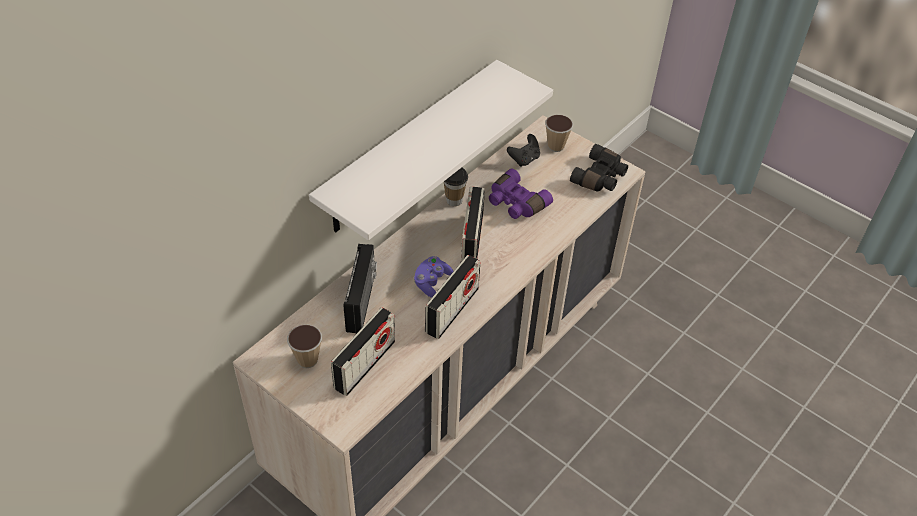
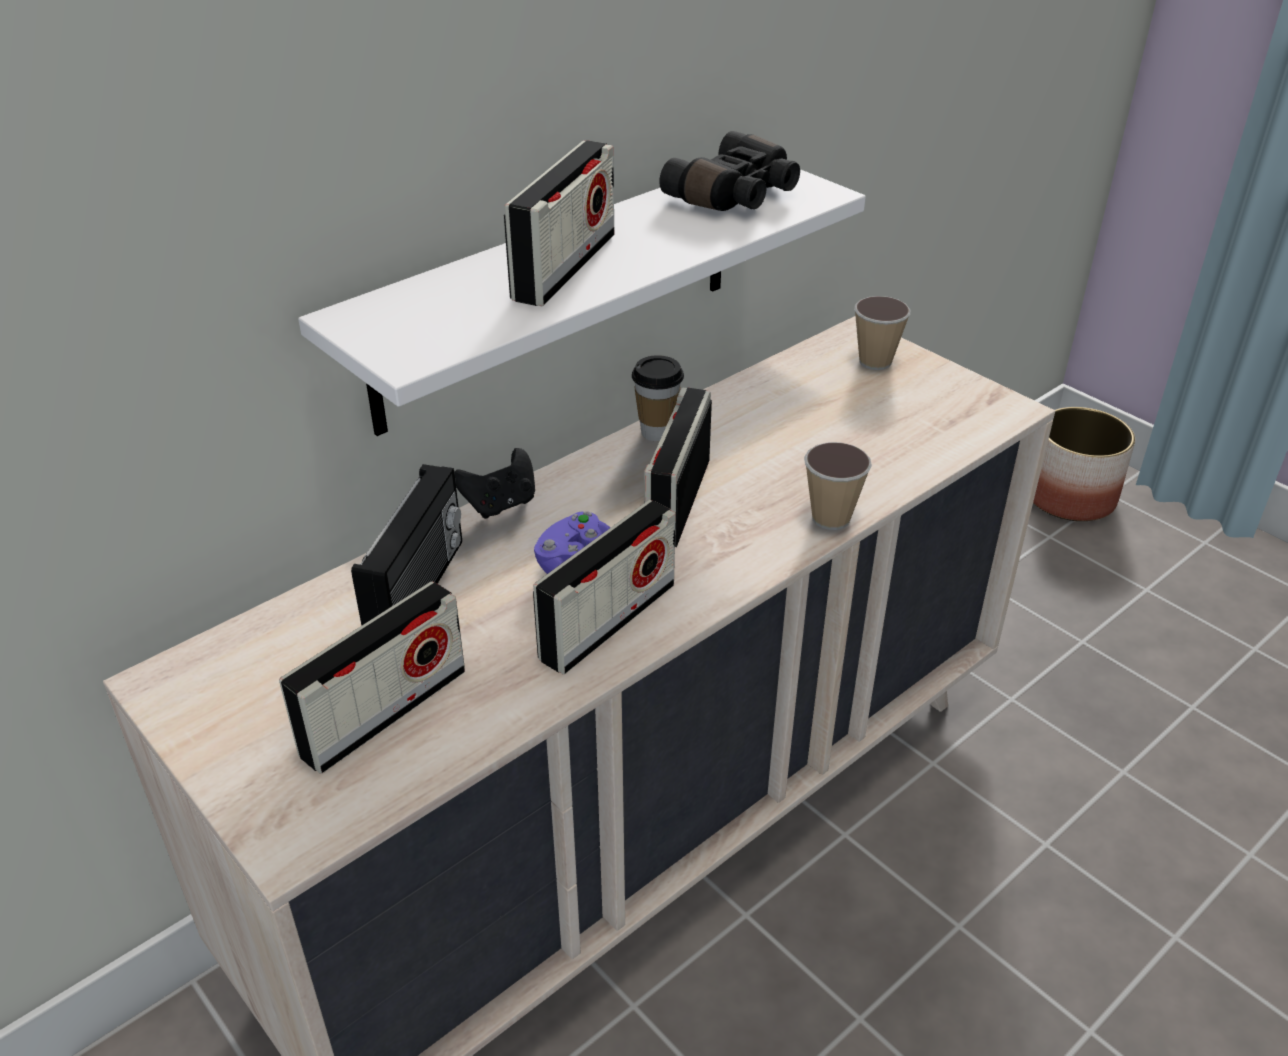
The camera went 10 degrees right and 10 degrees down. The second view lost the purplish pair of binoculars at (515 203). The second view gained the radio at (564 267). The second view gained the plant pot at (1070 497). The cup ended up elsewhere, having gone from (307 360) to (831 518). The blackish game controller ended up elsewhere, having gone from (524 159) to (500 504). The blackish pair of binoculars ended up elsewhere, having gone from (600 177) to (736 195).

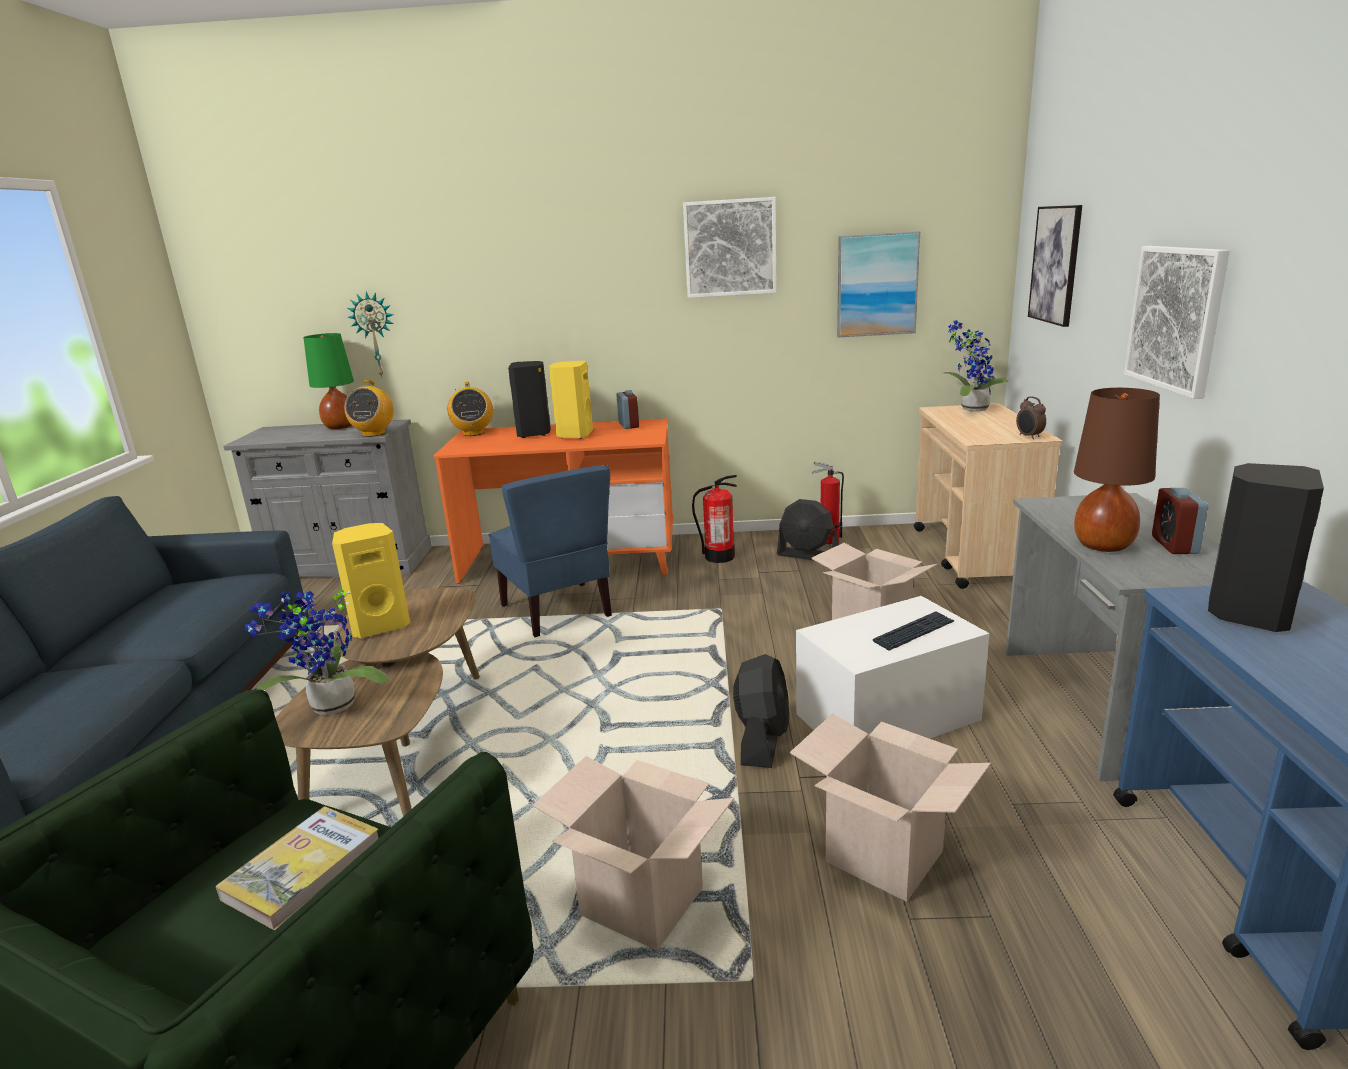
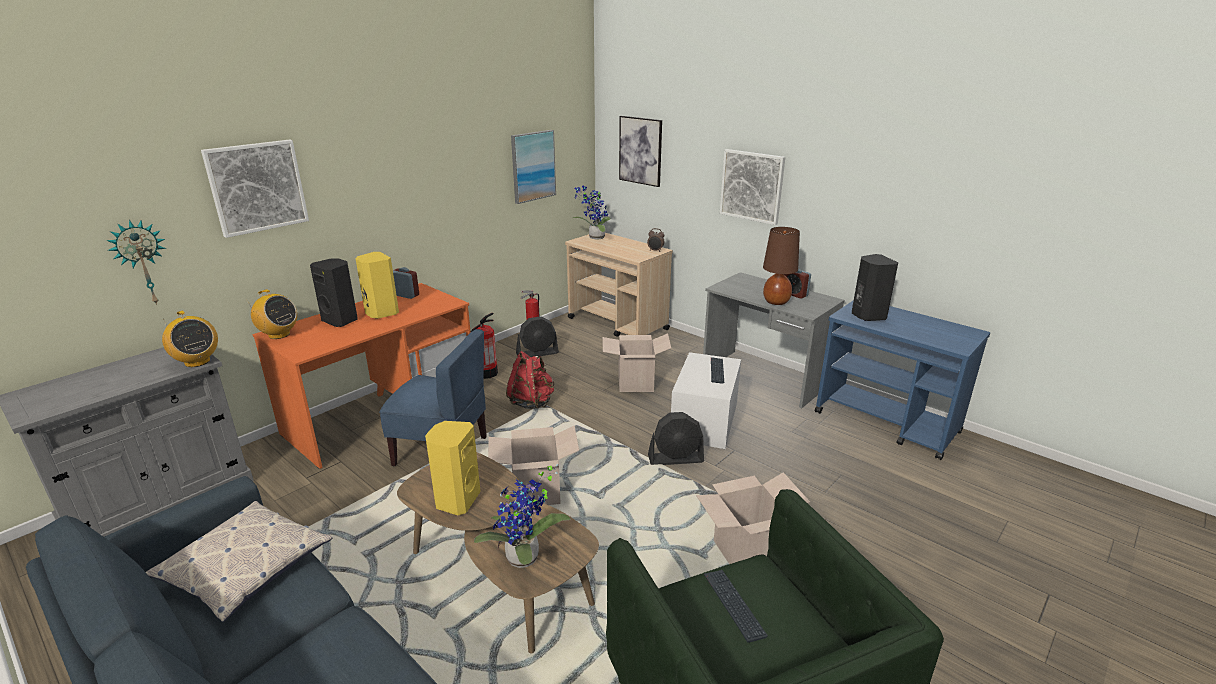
The camera went 50 degrees left and 5 degrees up. The second view lost the greenish table lamp at (340 427). The second view gained the cushion at (245 567). The second view gained the red-coloured backpack at (532 402). The wall art ended up elsewhere, having gone from (730 248) to (257 187). The packing box ended up elsewhere, having gone from (884 856) to (536 493). Where the volume stood at (303 870), the computer keyboard came to stand at (733 605). The blackish electric fan at (762 740) ended up facing another way, 120 degrees clockwise from before.

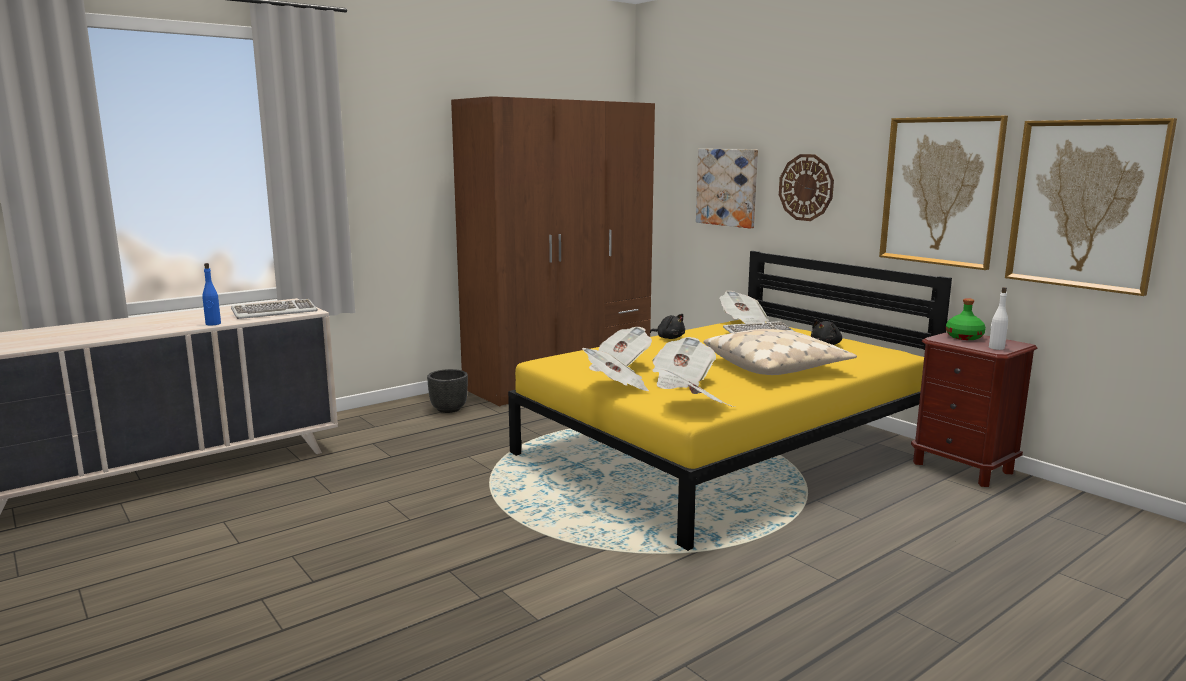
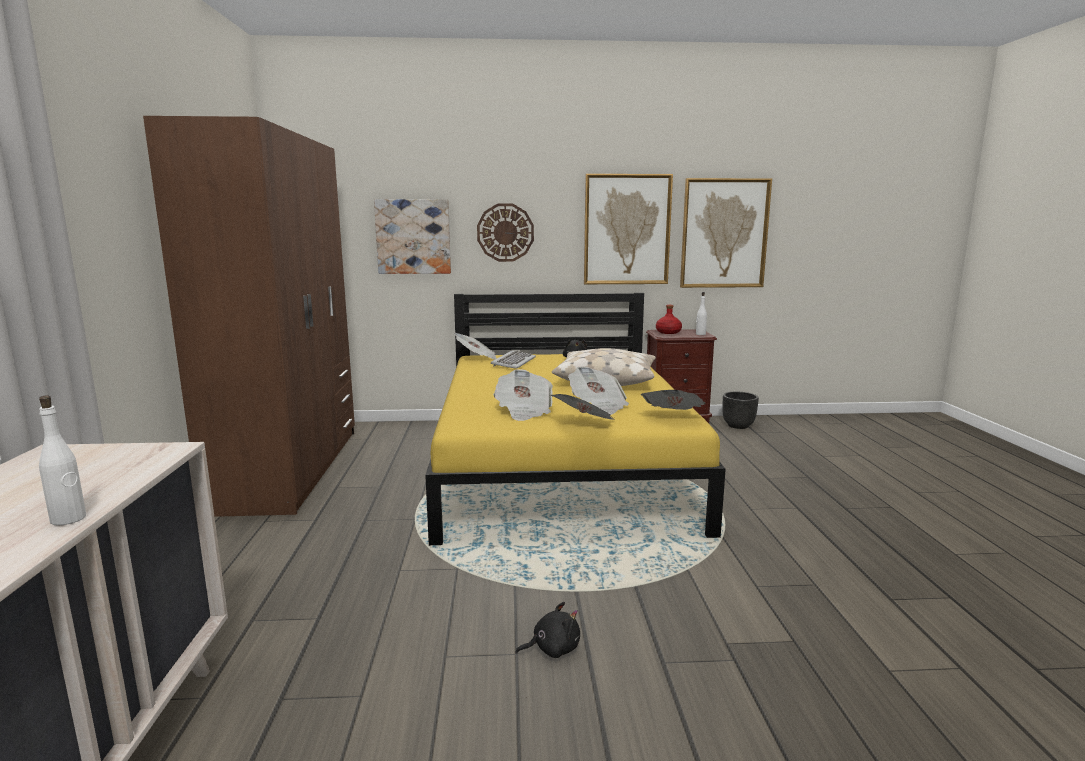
The camera went 55 degrees left and 0 degrees up. The second view lost the computer keyboard at (275 312). The blackish plant pot ended up elsewhere, having gone from (449 409) to (738 426). The blackish cuddly toy ended up elsewhere, having gone from (669 338) to (552 648). What was the blue-coloured bottle at (213 324) turned into the whitish bottle at (69 519). What was the greenish bottle at (964 337) turned into the red-coloured bottle at (668 332).

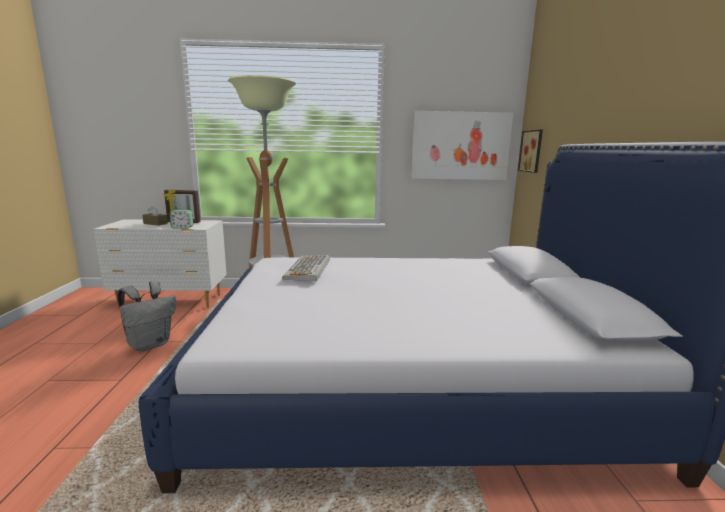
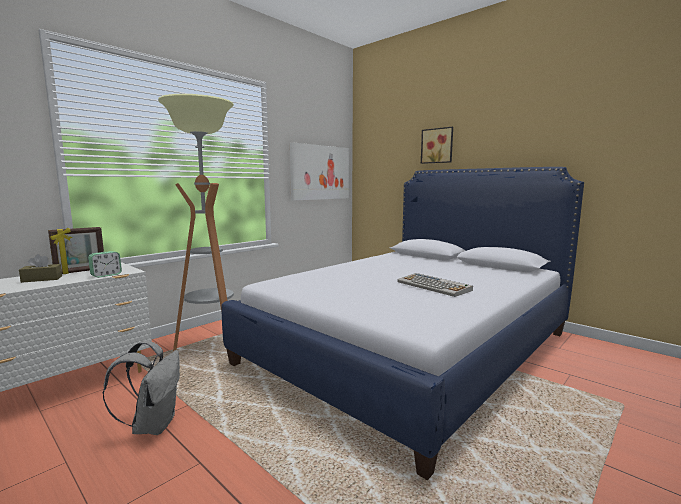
The camera went 45 degrees left and 5 degrees down. The computer keyboard ended up elsewhere, having gone from (308 269) to (434 286). The wall art ended up elsewhere, having gone from (532 151) to (437 146).

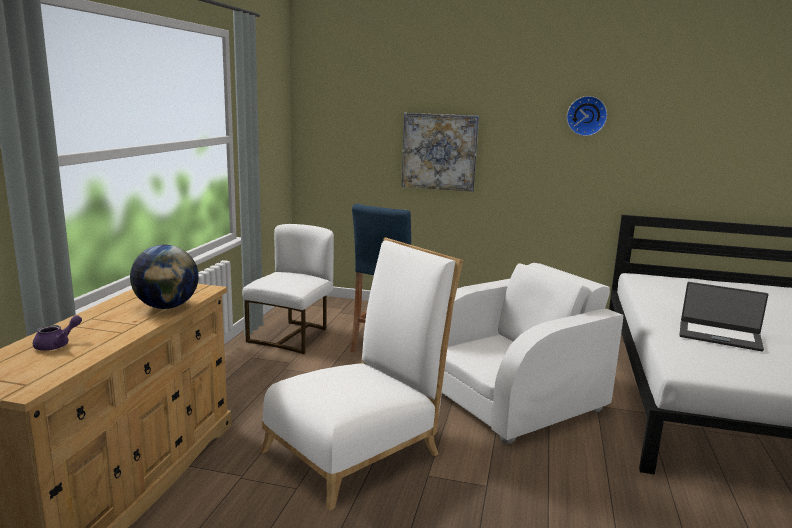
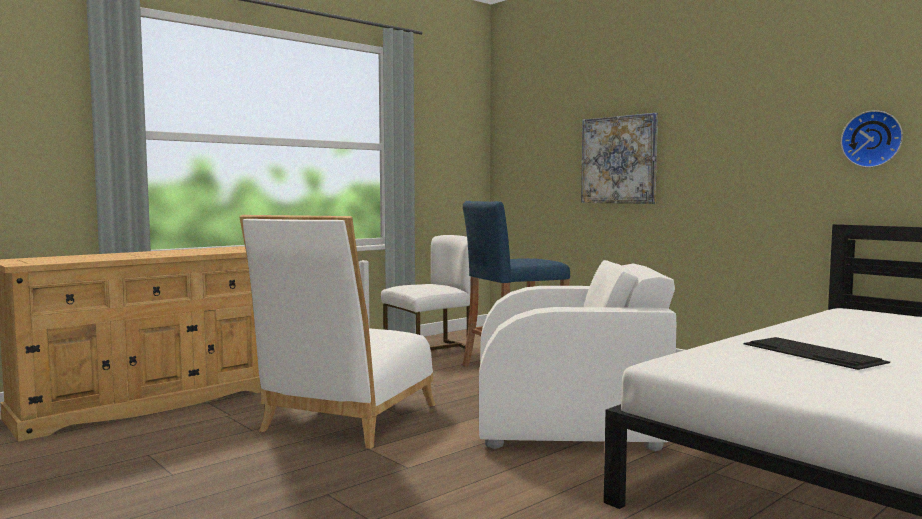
The camera went 35 degrees right and 10 degrees down. The second view lost the purplish tea pot at (57 345). The second view lost the globe at (167 307). The hanging clock ended up elsewhere, having gone from (586 116) to (872 139). Where the portable computer stood at (719 336), the computer keyboard came to stand at (814 353). The whitish upright chair at (359 448) ended up facing another way, 120 degrees clockwise from before.

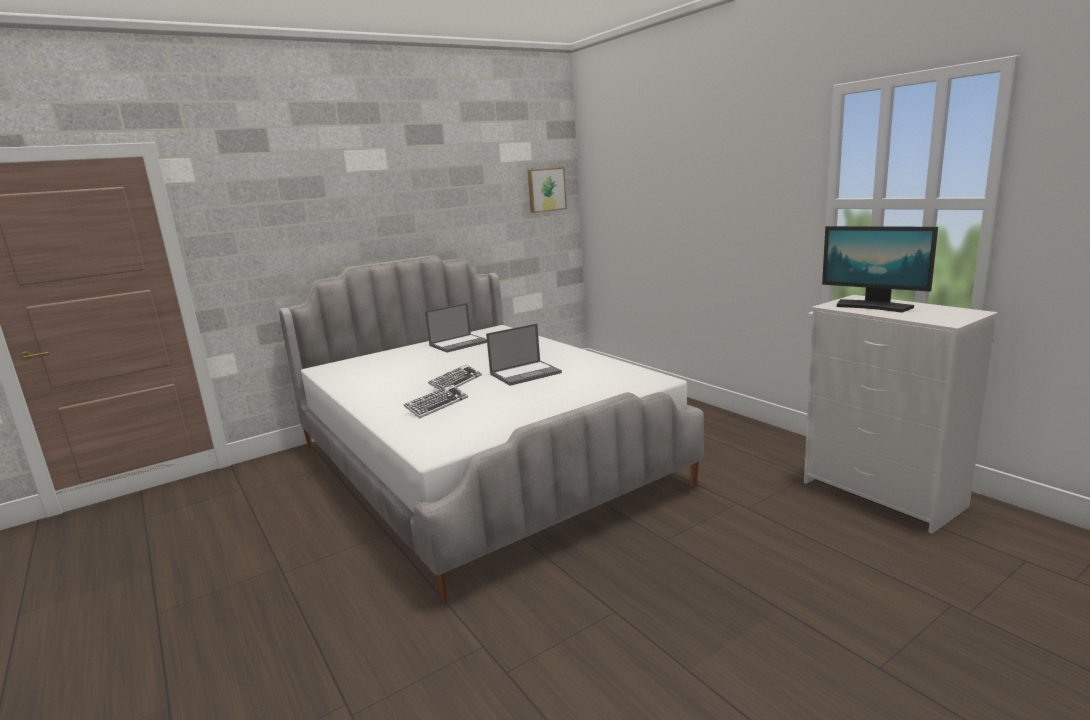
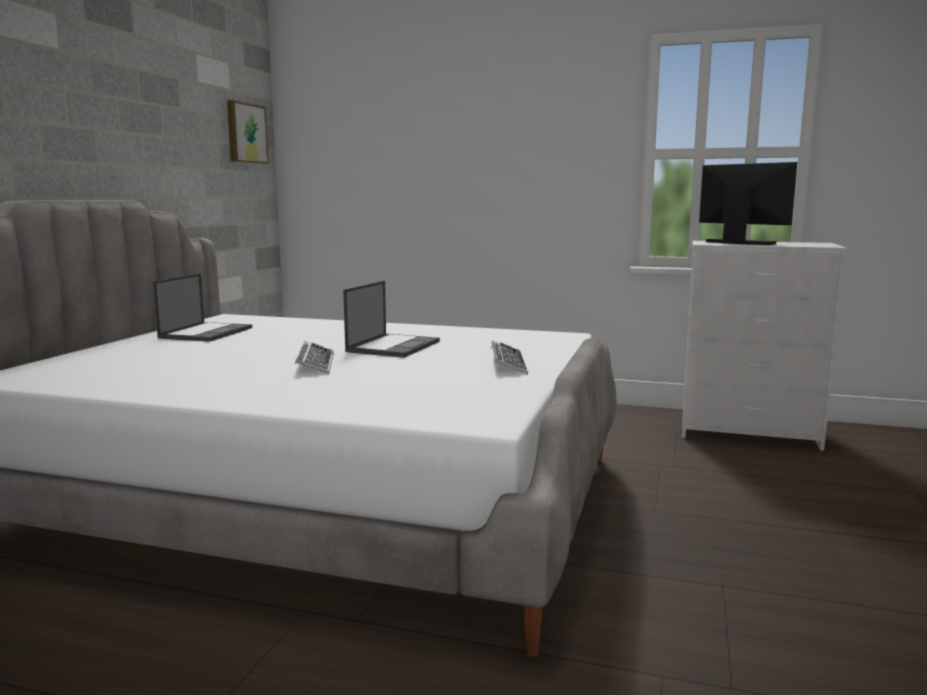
The camera went 40 degrees left and 5 degrees down. The computer keyboard ended up elsewhere, having gone from (437 405) to (508 363). The computer screen at (873 306) ended up facing another way, 135 degrees counterclockwise from before.

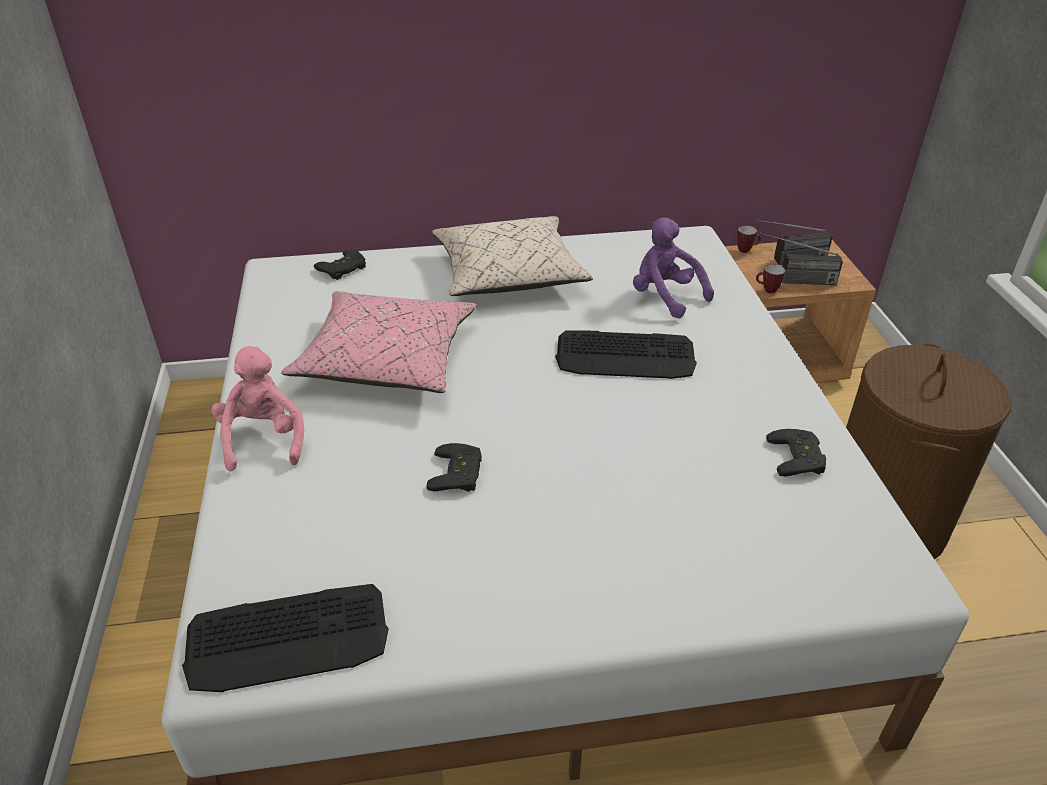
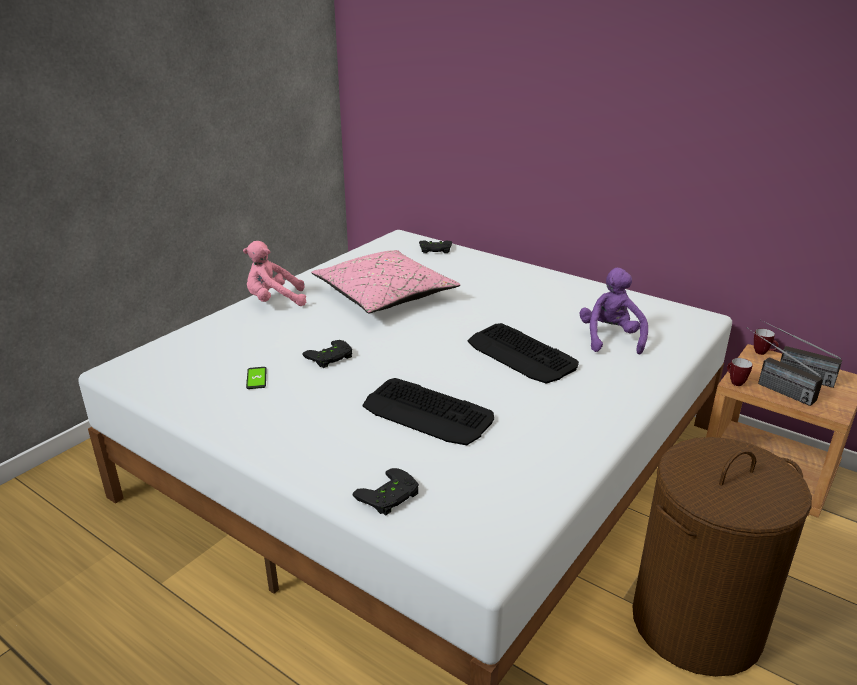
The camera went 45 degrees right and 10 degrees down. The second view lost the sand-coloured cushion at (508 274). The second view gained the handset at (256 378). The computer keyboard ended up elsewhere, having gone from (288 638) to (427 413). The blackish game controller ended up elsewhere, having gone from (800 457) to (390 497). The pink cuddly toy at (264 439) ended up facing another way, 135 degrees counterclockwise from before.

